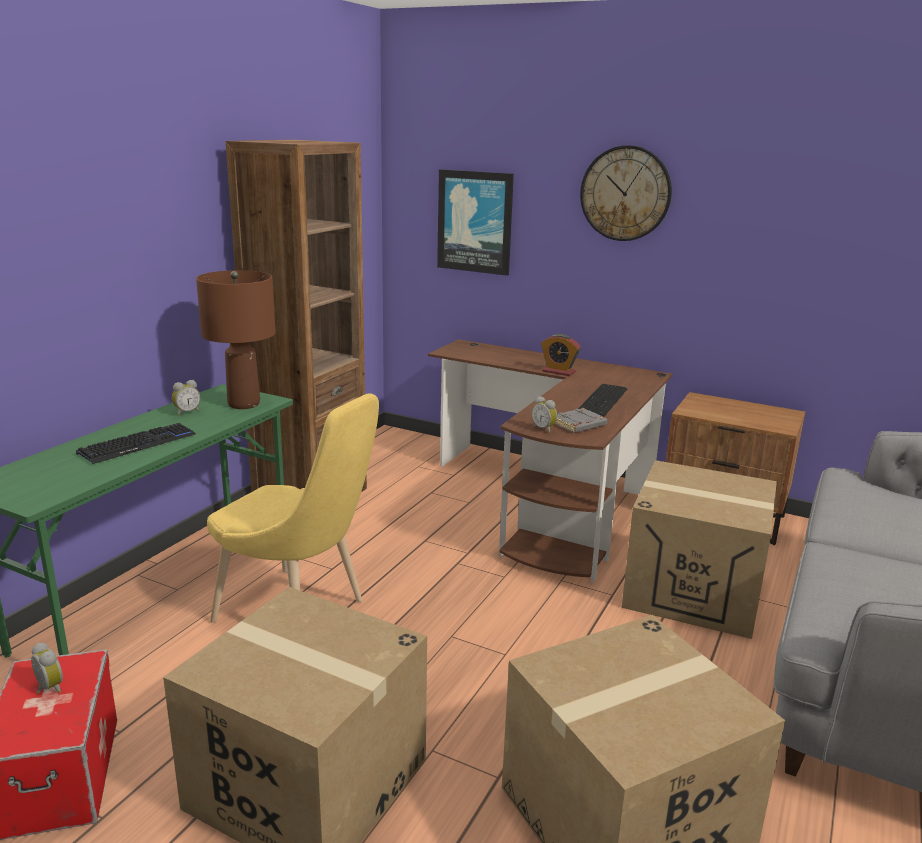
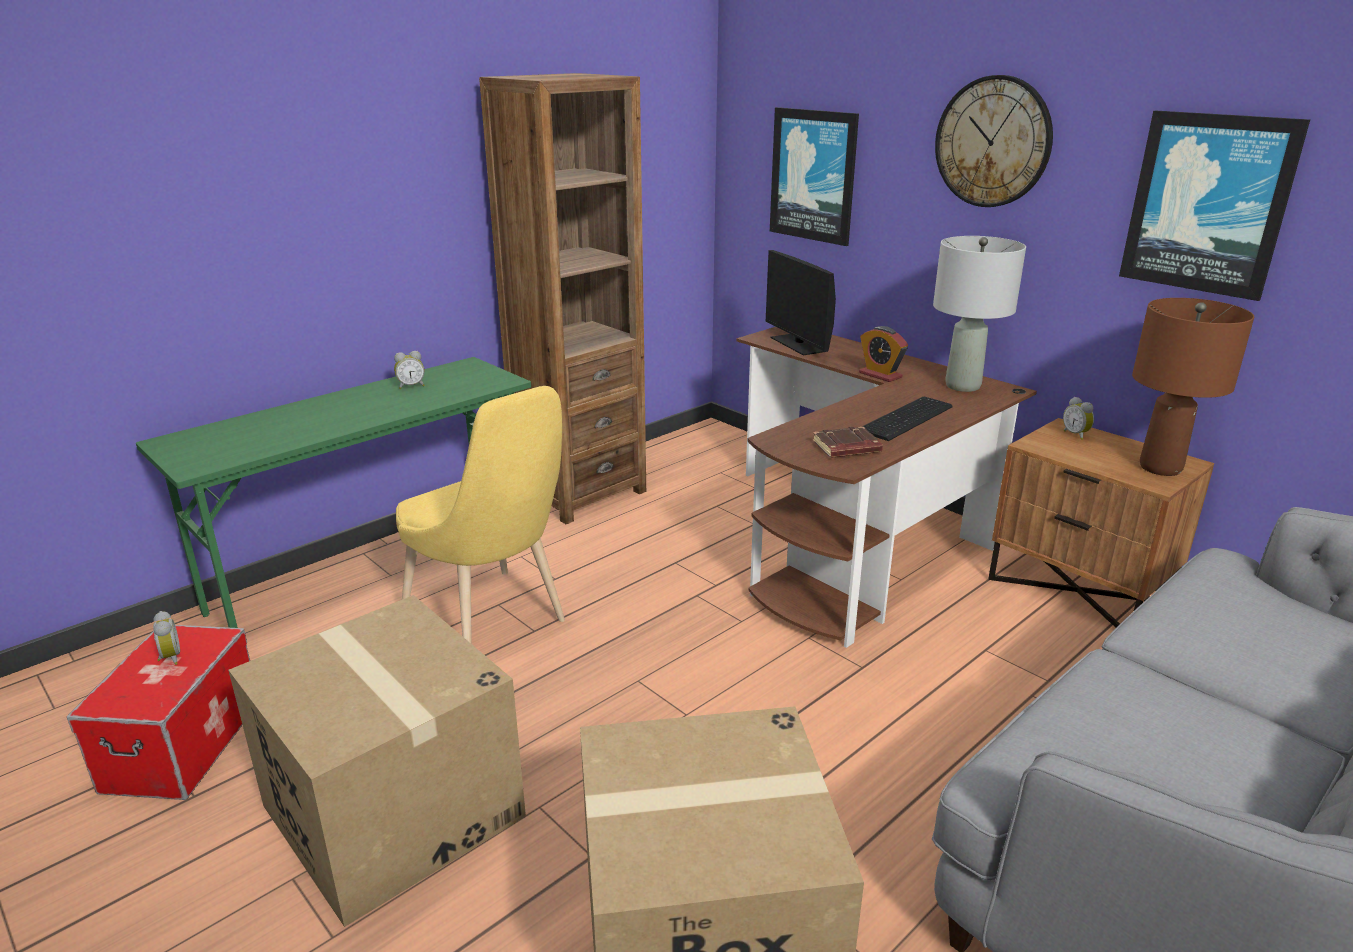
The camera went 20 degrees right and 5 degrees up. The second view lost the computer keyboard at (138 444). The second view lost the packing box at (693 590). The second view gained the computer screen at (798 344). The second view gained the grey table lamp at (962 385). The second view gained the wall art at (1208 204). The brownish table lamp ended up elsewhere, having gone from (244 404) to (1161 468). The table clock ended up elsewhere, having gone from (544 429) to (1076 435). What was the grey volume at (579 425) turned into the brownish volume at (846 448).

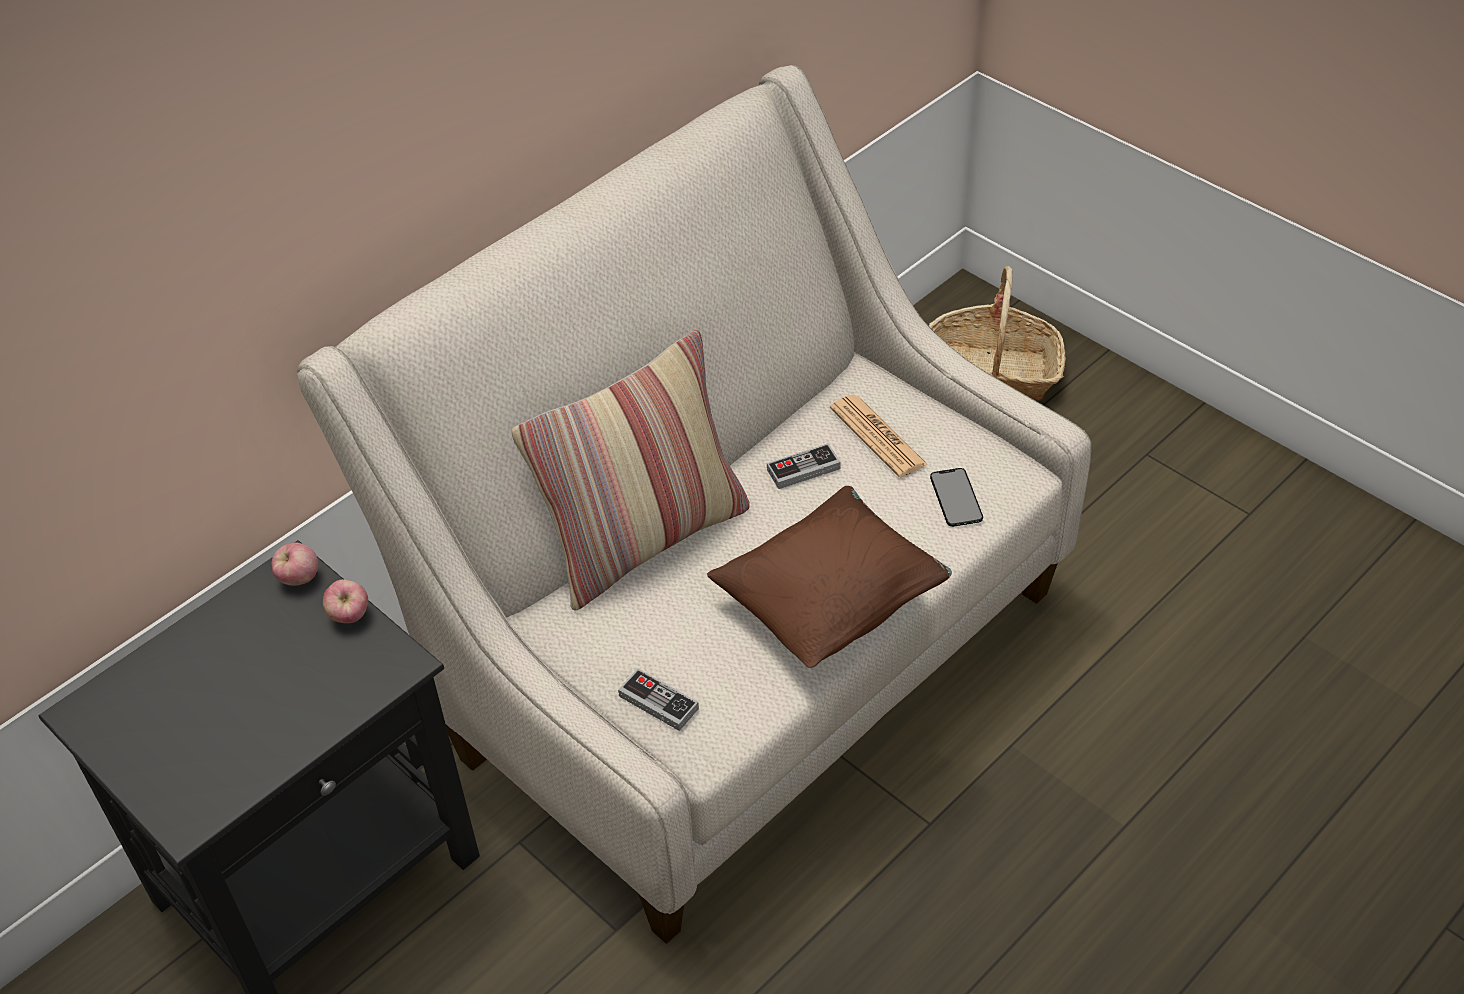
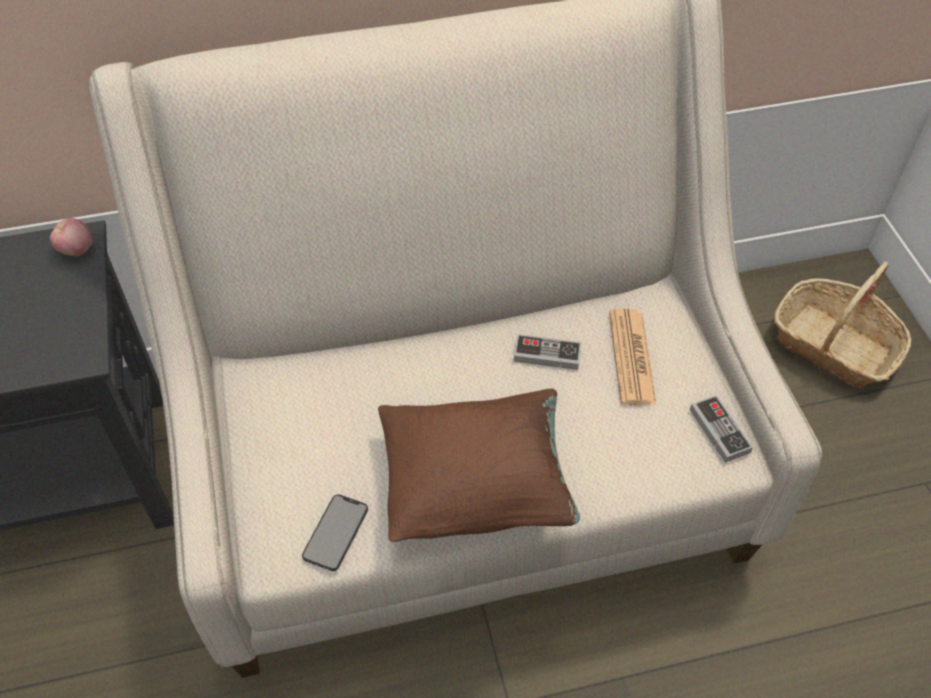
The camera went 30 degrees right and 5 degrees up. The second view lost the apple at (350 616). The second view lost the cushion at (645 540). The game controller ended up elsewhere, having gone from (658 702) to (719 430). The handset ended up elsewhere, having gone from (956 497) to (335 532).

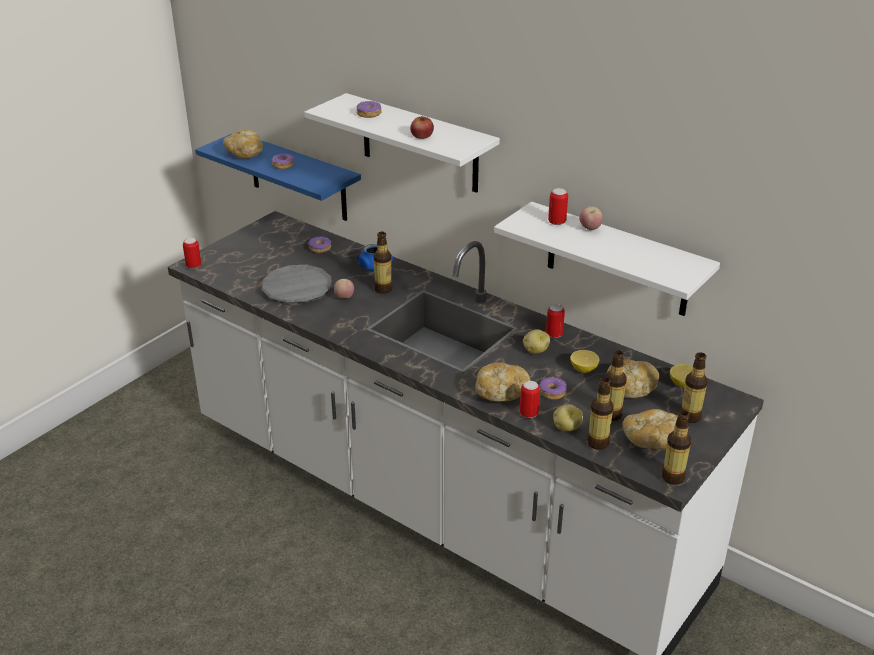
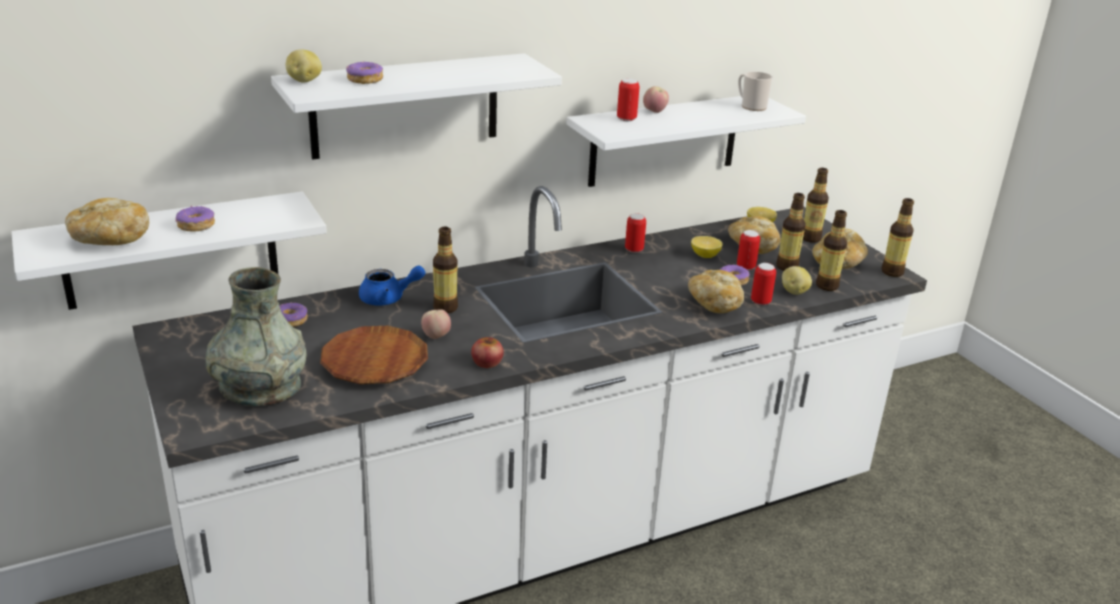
The camera went 65 degrees left and 5 degrees down. The second view gained the grey decorative vase at (260 386). The second view gained the mug at (751 106). The metal can ended up elsewhere, having gone from (193 266) to (745 267). The apple ended up elsewhere, having gone from (422 135) to (487 362). The potato ended up elsewhere, having gone from (535 350) to (304 81). What was the blue-coloured bracket shelf at (298 177) turned into the whitish bracket shelf at (171 250). What was the grey flat dish at (297 289) turned into the brownish flat dish at (375 362).

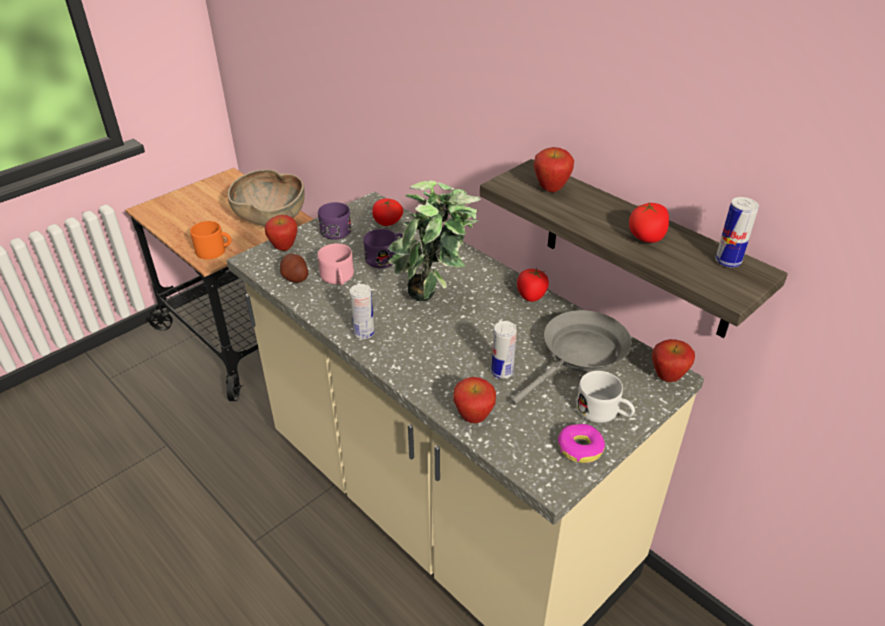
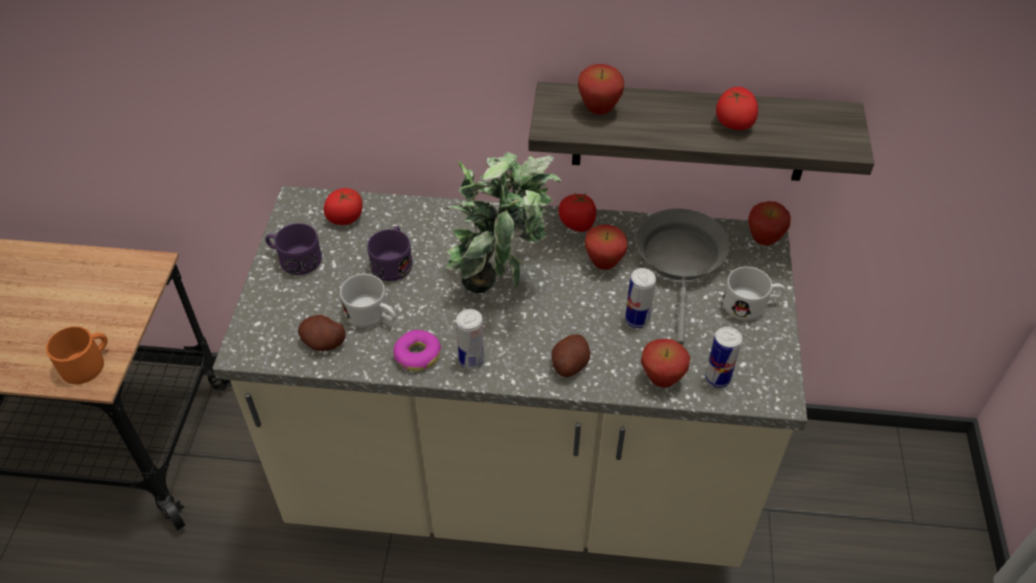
The camera went 40 degrees left and 10 degrees up. The second view lost the brownish deep dish at (271 217). The second view gained the potato at (569 364). The apple ended up elsewhere, having gone from (284 248) to (604 264). The doughnut ended up elsewhere, having gone from (580 448) to (417 355). The metal can ended up elsewhere, having gone from (728 261) to (717 378). What was the pink mug at (338 279) turned into the whitish mug at (373 316).

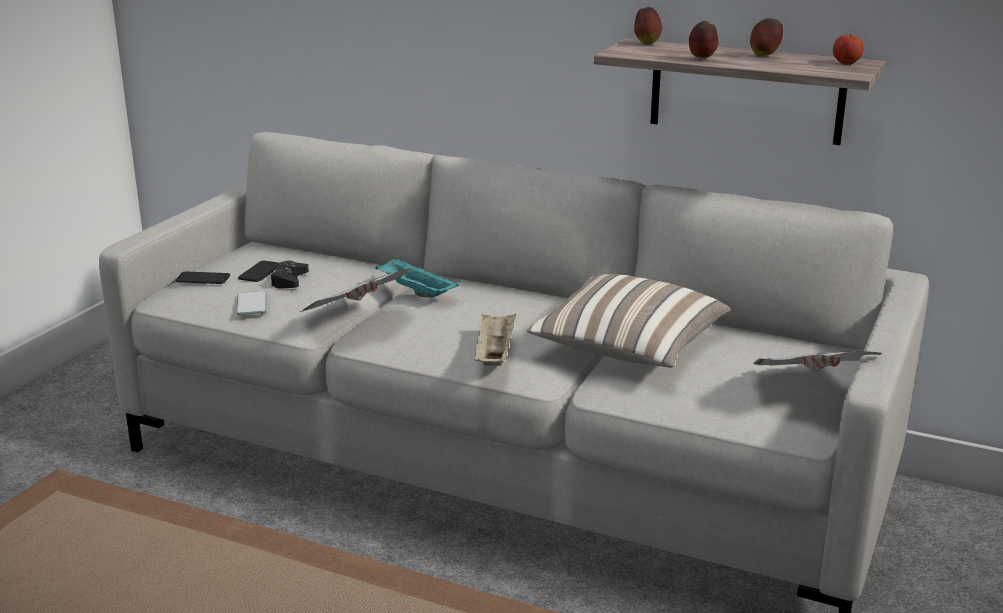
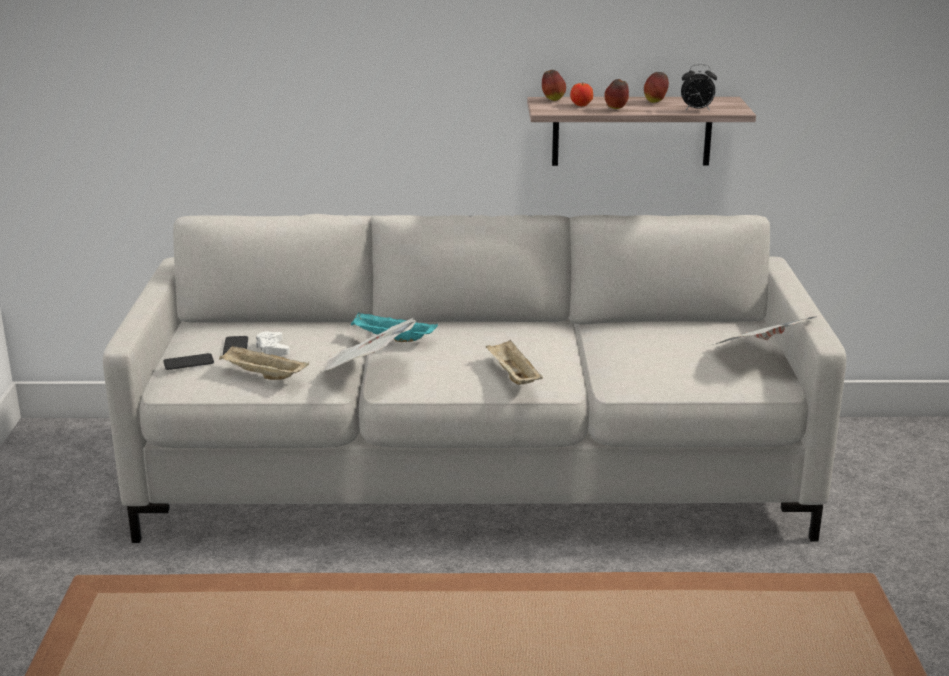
The camera went 25 degrees left and 0 degrees up. The second view lost the cushion at (628 349). The second view gained the table clock at (697 110). The apple ended up elsewhere, having gone from (846 64) to (581 105). Where the handset stood at (251 304), the sand-coloured carrying tray came to stand at (262 375). What was the blackish game controller at (289 281) turned into the whitish game controller at (272 350).

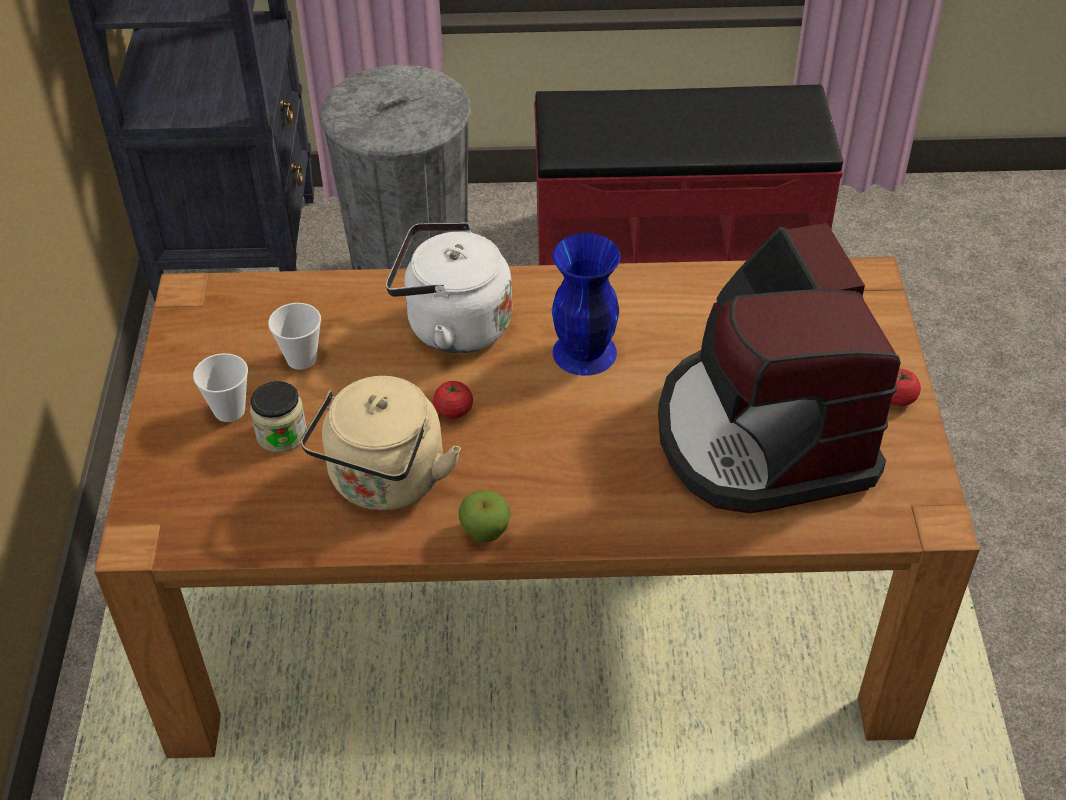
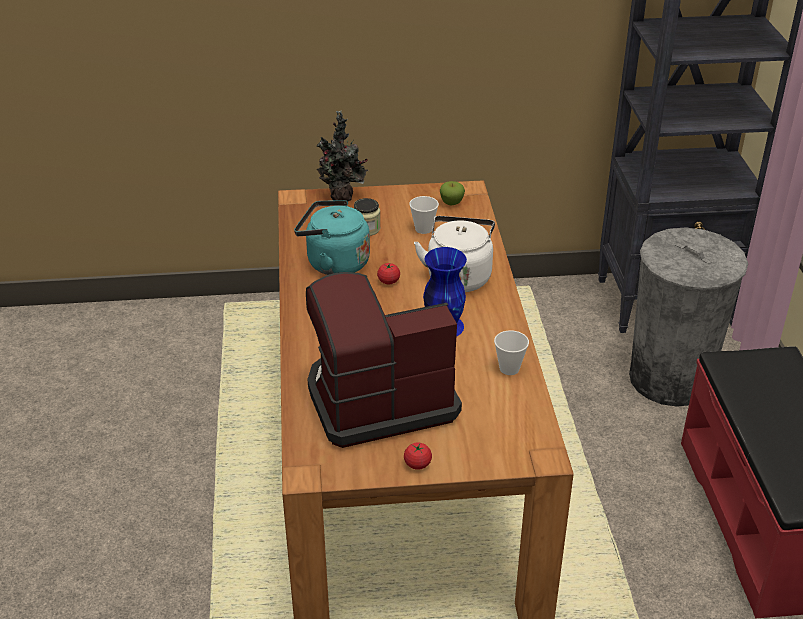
The camera went 85 degrees right and 10 degrees down. The second view gained the houseplant at (342 198). The cup ended up elsewhere, having gone from (229 410) to (509 368). The apple ended up elsewhere, having gone from (485 532) to (451 203). What was the sand-coloured kettle at (385 483) turned into the turquoise kettle at (333 263).

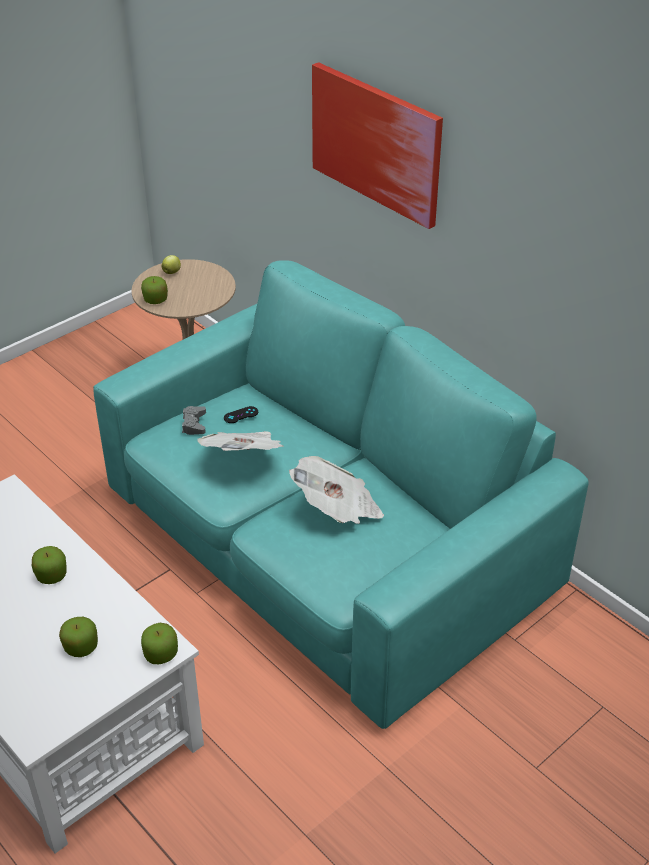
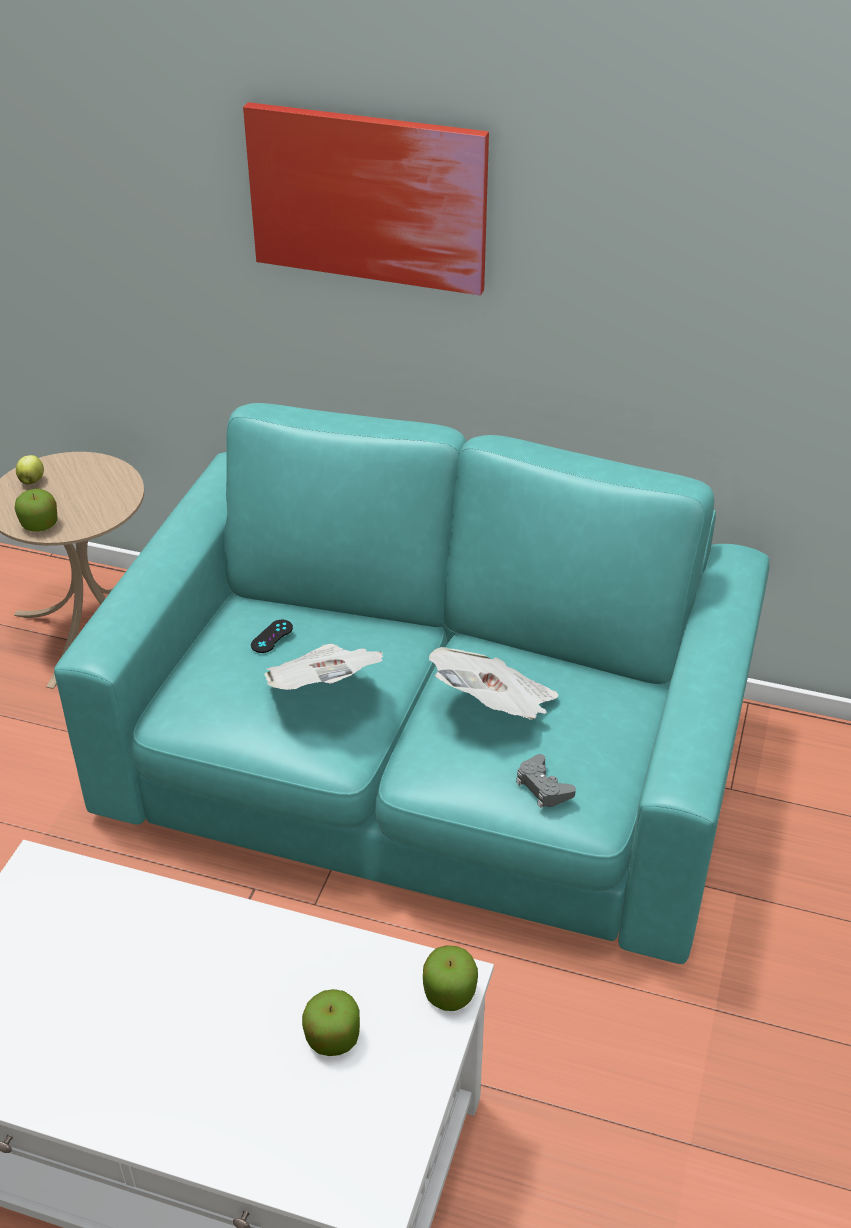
The camera went 30 degrees left and 0 degrees up. The second view lost the apple at (51 575). The grey game controller ended up elsewhere, having gone from (194 424) to (543 787).

